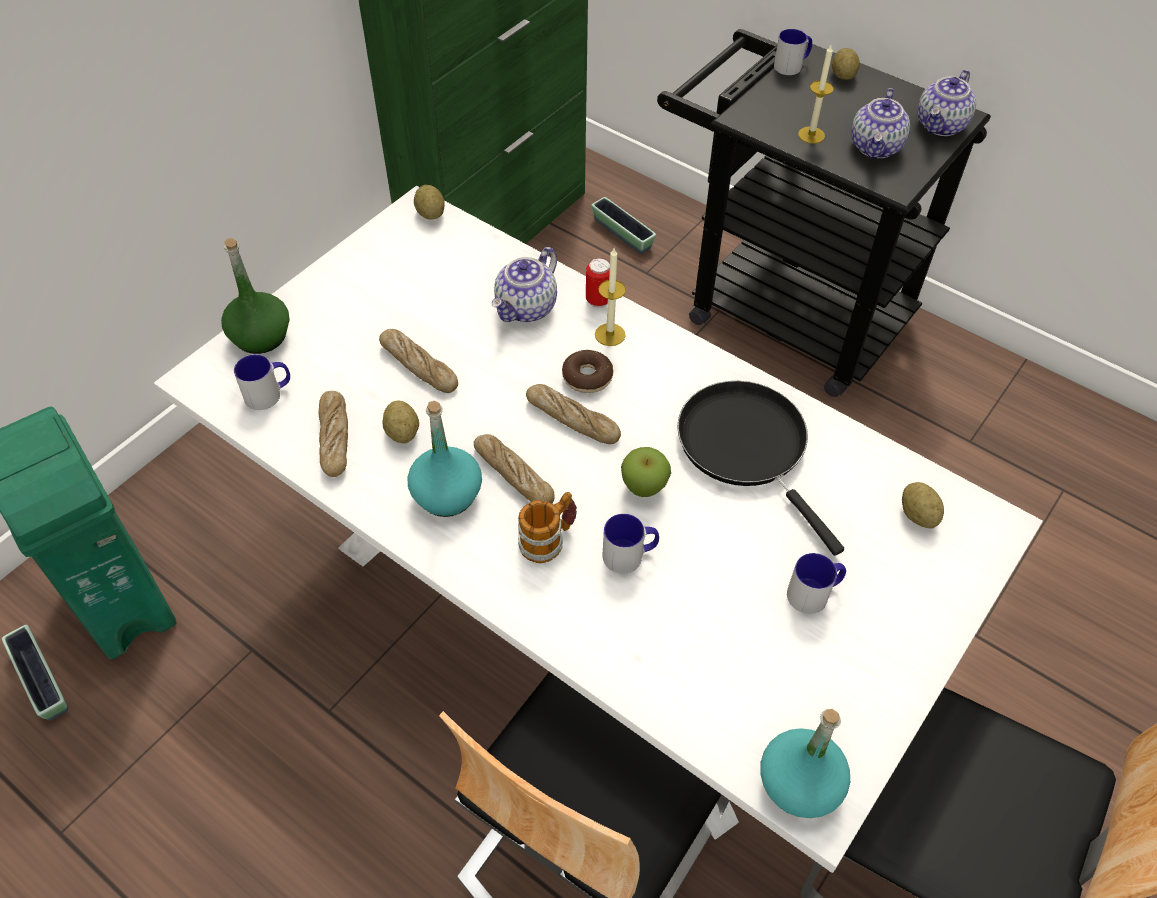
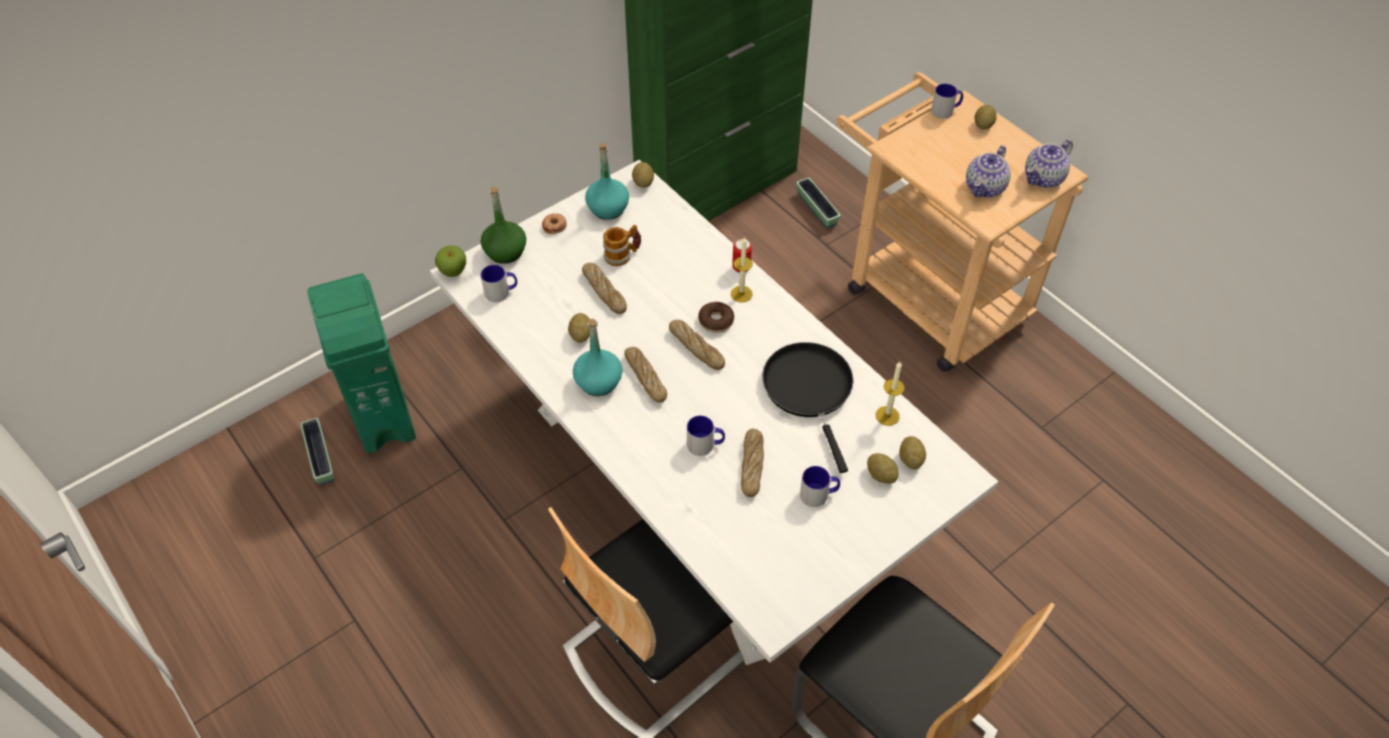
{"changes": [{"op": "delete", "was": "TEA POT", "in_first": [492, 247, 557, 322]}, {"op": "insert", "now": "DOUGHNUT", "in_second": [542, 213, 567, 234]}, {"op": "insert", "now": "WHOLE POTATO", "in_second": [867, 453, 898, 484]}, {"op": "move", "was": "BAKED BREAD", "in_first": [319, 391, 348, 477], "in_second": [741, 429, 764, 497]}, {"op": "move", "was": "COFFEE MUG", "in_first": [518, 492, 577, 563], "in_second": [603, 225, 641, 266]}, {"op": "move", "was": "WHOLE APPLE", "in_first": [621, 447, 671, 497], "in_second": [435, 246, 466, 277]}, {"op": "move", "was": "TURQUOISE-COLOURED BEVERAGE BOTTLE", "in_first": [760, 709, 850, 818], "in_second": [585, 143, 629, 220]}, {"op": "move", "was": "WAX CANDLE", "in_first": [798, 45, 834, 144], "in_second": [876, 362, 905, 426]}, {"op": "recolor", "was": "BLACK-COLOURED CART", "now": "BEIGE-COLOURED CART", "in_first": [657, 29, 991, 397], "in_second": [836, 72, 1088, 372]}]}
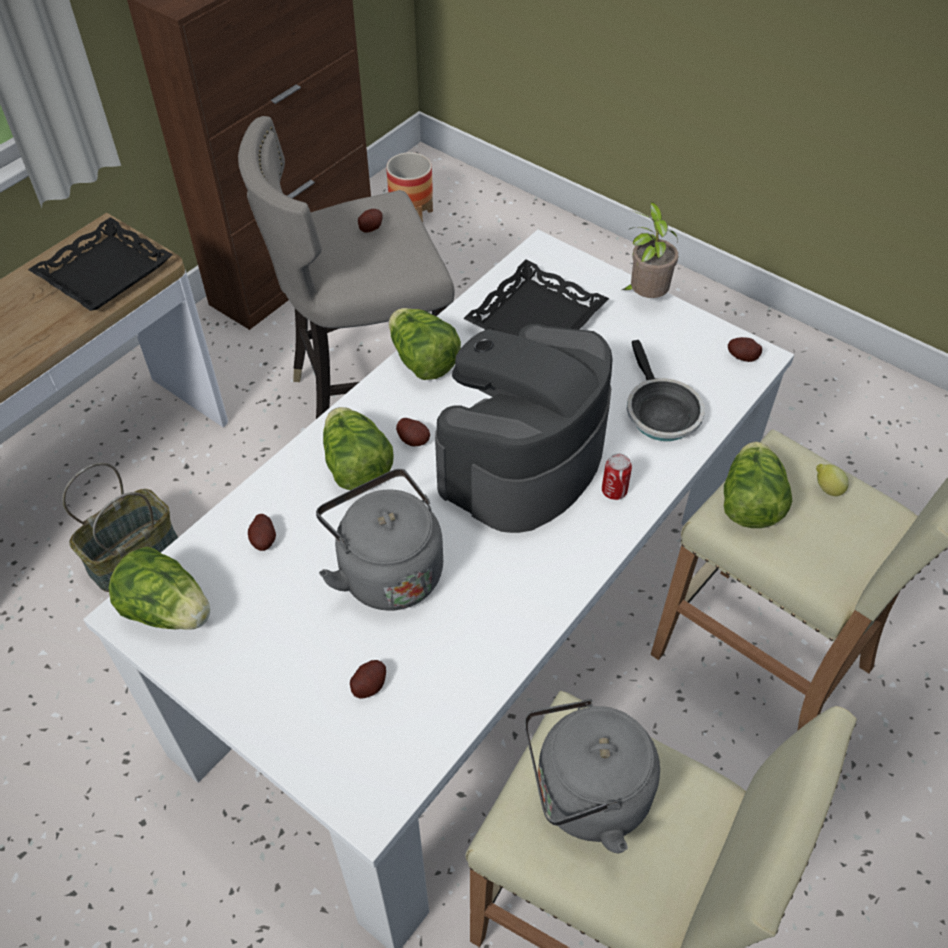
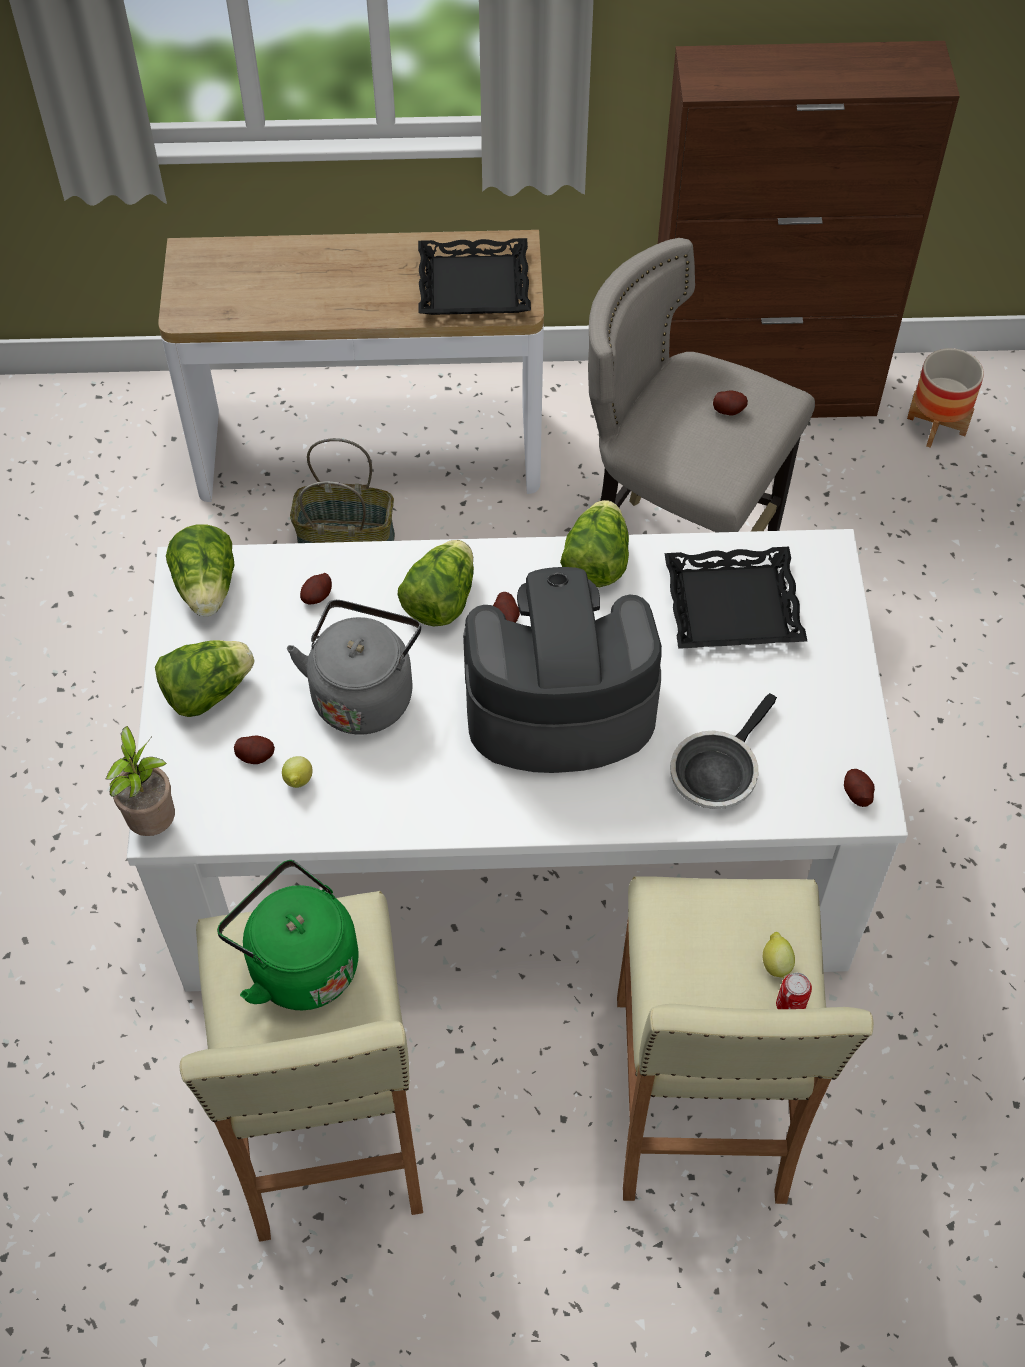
{"changes": [{"op": "insert", "now": "LEMON", "in_second": [282, 756, 313, 788]}, {"op": "move", "was": "METAL CAN", "in_first": [602, 453, 632, 500], "in_second": [776, 972, 812, 1009]}, {"op": "move", "was": "POTTED PLANT", "in_first": [622, 202, 678, 298], "in_second": [106, 726, 175, 836]}, {"op": "move", "was": "LETTUCE HEAD", "in_first": [724, 442, 792, 528], "in_second": [155, 640, 254, 717]}, {"op": "recolor", "was": "GREY WATER KETTLE", "now": "GREENISH WATER KETTLE", "in_first": [524, 699, 660, 853], "in_second": [217, 860, 359, 1010]}]}
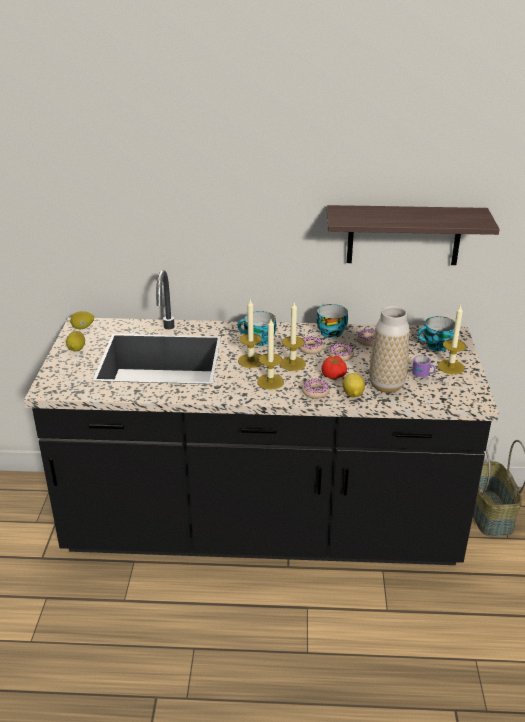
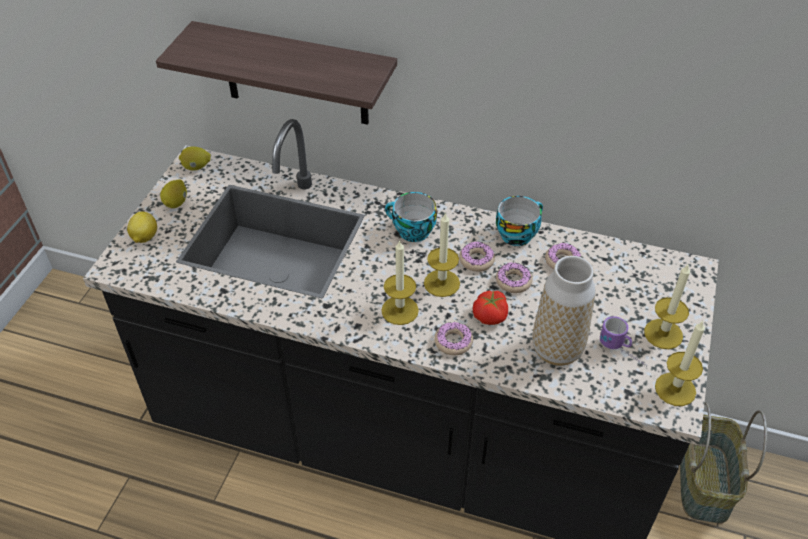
{"changes": [{"op": "delete", "was": "SMALL CUP", "in_first": [417, 316, 455, 351]}, {"op": "move", "was": "WAX CANDLE", "in_first": [238, 299, 262, 368], "in_second": [655, 321, 705, 406]}, {"op": "move", "was": "SHELF", "in_first": [327, 205, 500, 265], "in_second": [156, 21, 397, 125]}, {"op": "move", "was": "LEMON", "in_first": [343, 373, 365, 398], "in_second": [127, 211, 157, 243]}]}
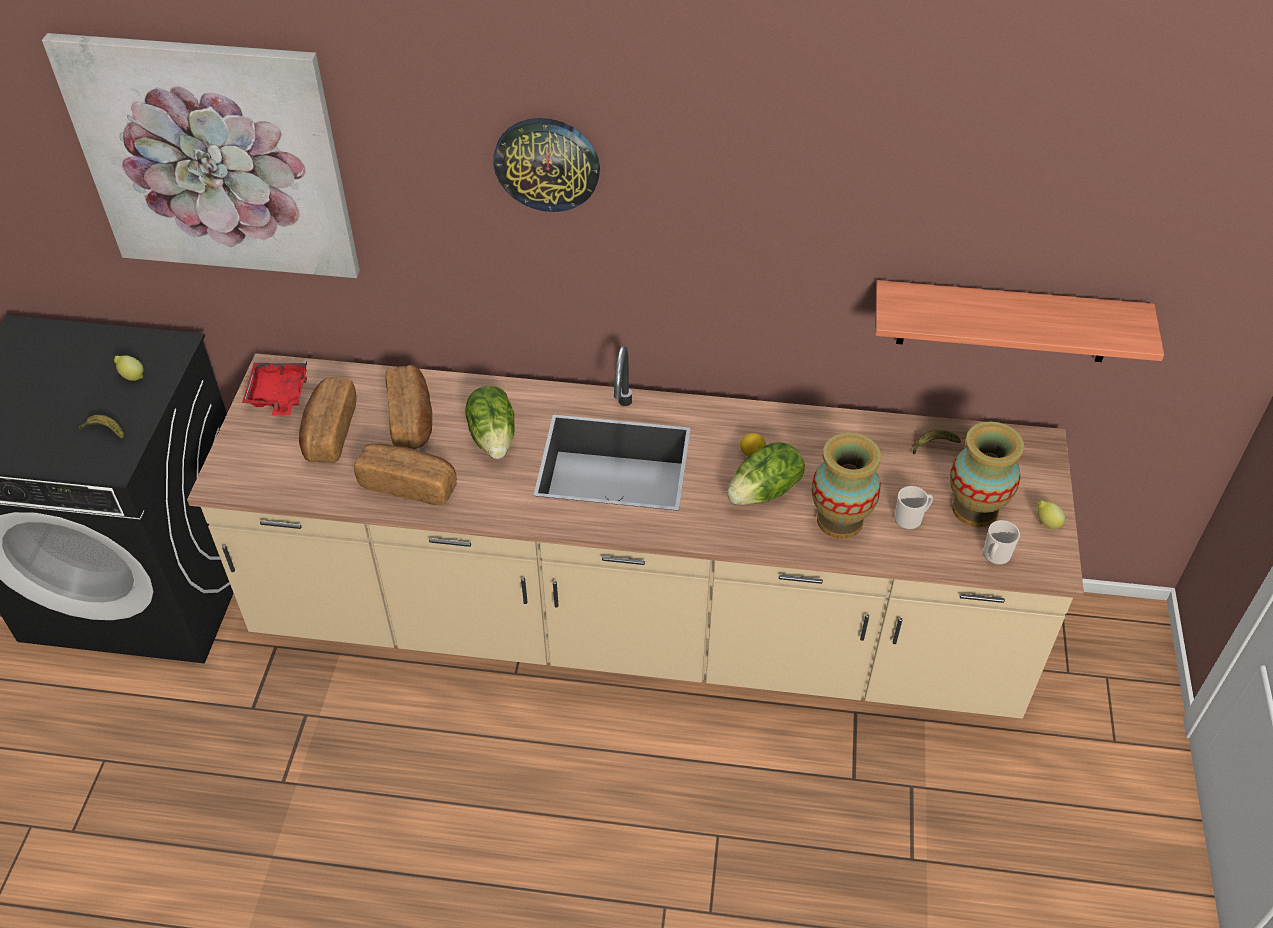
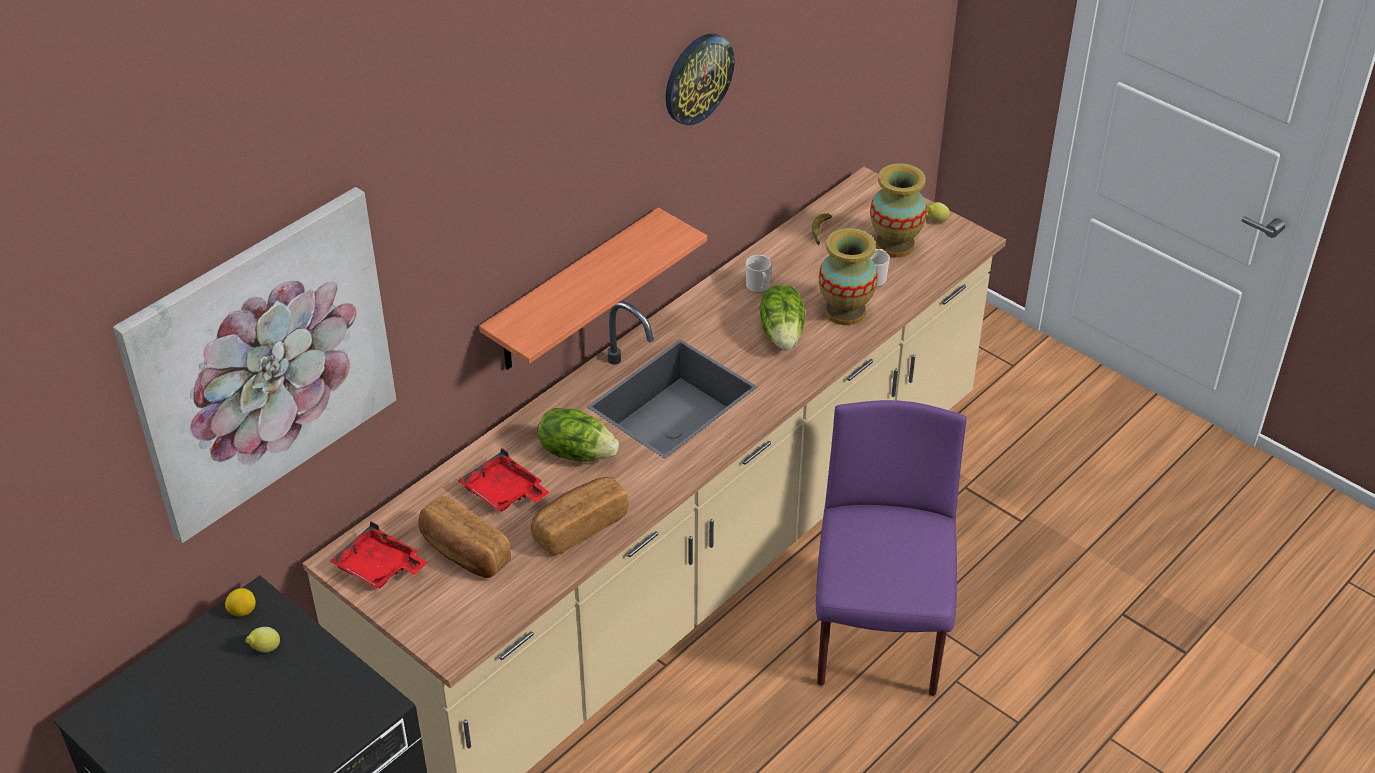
{"changes": [{"op": "delete", "was": "BANANA", "in_first": [78, 415, 124, 439]}, {"op": "insert", "now": "PURPLE-COLOURED CHAIR", "in_second": [816, 400, 967, 696]}, {"op": "move", "was": "HANGING CLOCK", "in_first": [493, 118, 600, 212], "in_second": [666, 34, 735, 125]}, {"op": "move", "was": "LEMON", "in_first": [740, 433, 766, 457], "in_second": [225, 588, 256, 616]}, {"op": "move", "was": "SHELF", "in_first": [875, 280, 1164, 362], "in_second": [479, 208, 707, 370]}, {"op": "move", "was": "COFFEE MUG", "in_first": [983, 520, 1020, 565], "in_second": [746, 255, 772, 293]}, {"op": "replace", "was": "BAKED BREAD", "now": "RED TRAY", "in_first": [385, 365, 432, 449], "in_second": [458, 448, 550, 511]}]}
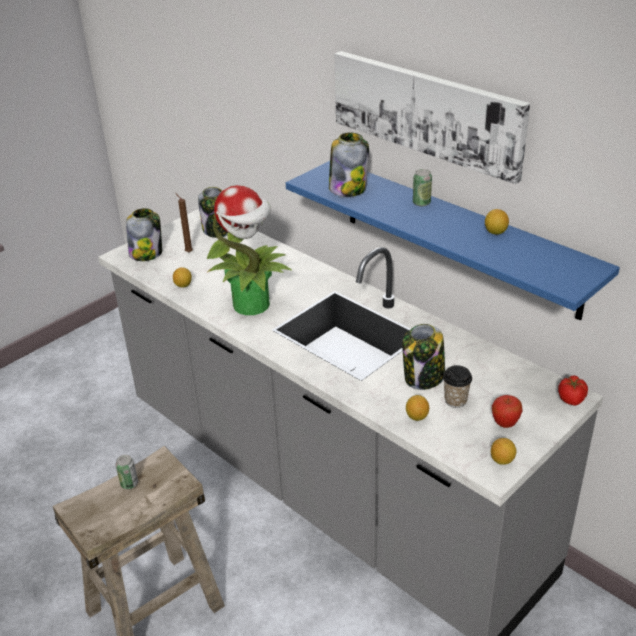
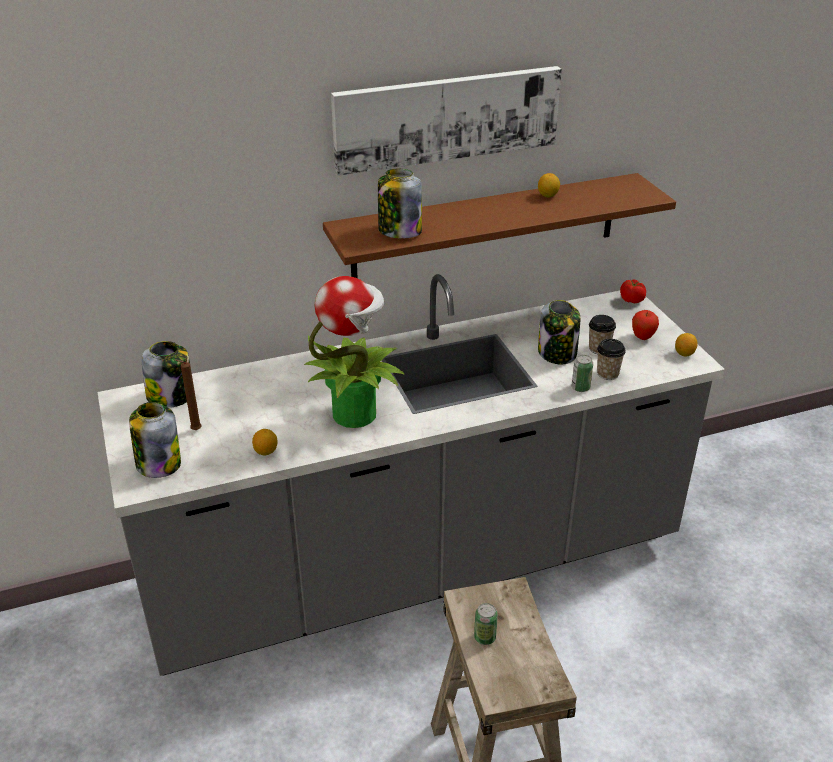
{"changes": [{"op": "move", "was": "METAL CAN", "in_first": [413, 169, 432, 206], "in_second": [572, 355, 593, 392]}, {"op": "replace", "was": "LEMON", "now": "SMALL CUP", "in_first": [406, 395, 429, 421], "in_second": [597, 339, 626, 380]}, {"op": "recolor", "was": "BLUISH SHELF", "now": "BROWN-COLOURED SHELF", "in_first": [286, 161, 620, 321], "in_second": [323, 173, 676, 278]}]}
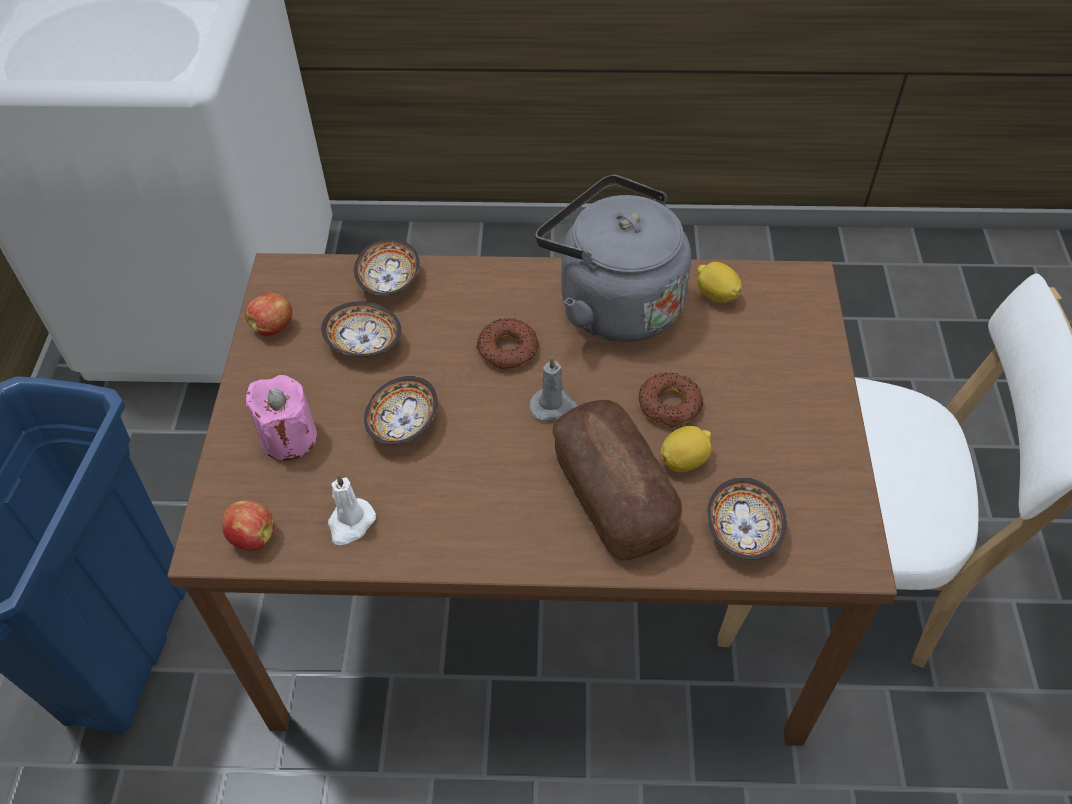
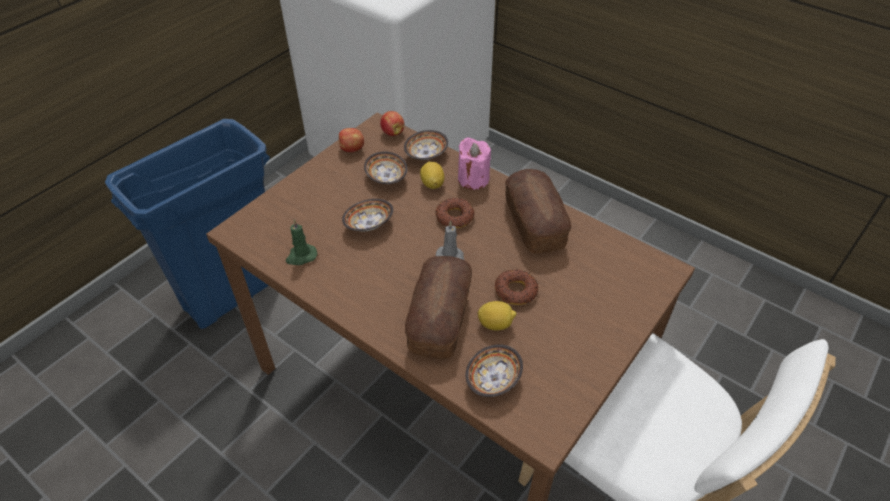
{"changes": [{"op": "move", "was": "WHOLE APPLE", "in_first": [222, 501, 274, 551], "in_second": [380, 111, 404, 136]}, {"op": "move", "was": "PINKISH WAX CANDLE", "in_first": [246, 375, 317, 460], "in_second": [458, 137, 491, 190]}, {"op": "move", "was": "LEMON", "in_first": [697, 262, 742, 303], "in_second": [420, 162, 444, 189]}, {"op": "replace", "was": "GREY WATER KETTLE", "now": "BAKED BREAD", "in_first": [536, 175, 691, 342], "in_second": [505, 169, 571, 254]}, {"op": "recolor", "was": "WHITISH WAX CANDLE", "now": "GREENISH WAX CANDLE", "in_first": [328, 474, 376, 545], "in_second": [286, 219, 317, 265]}]}
